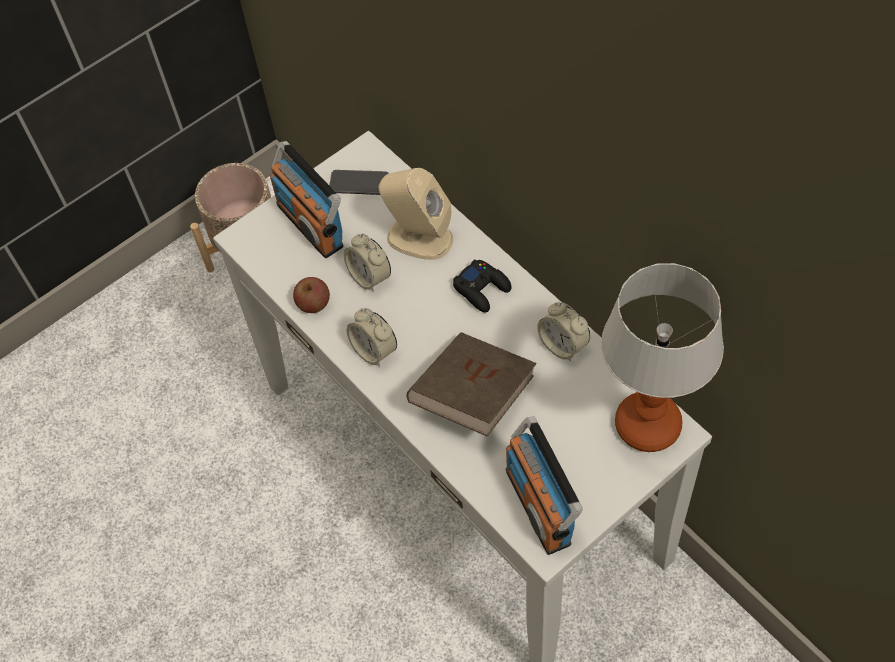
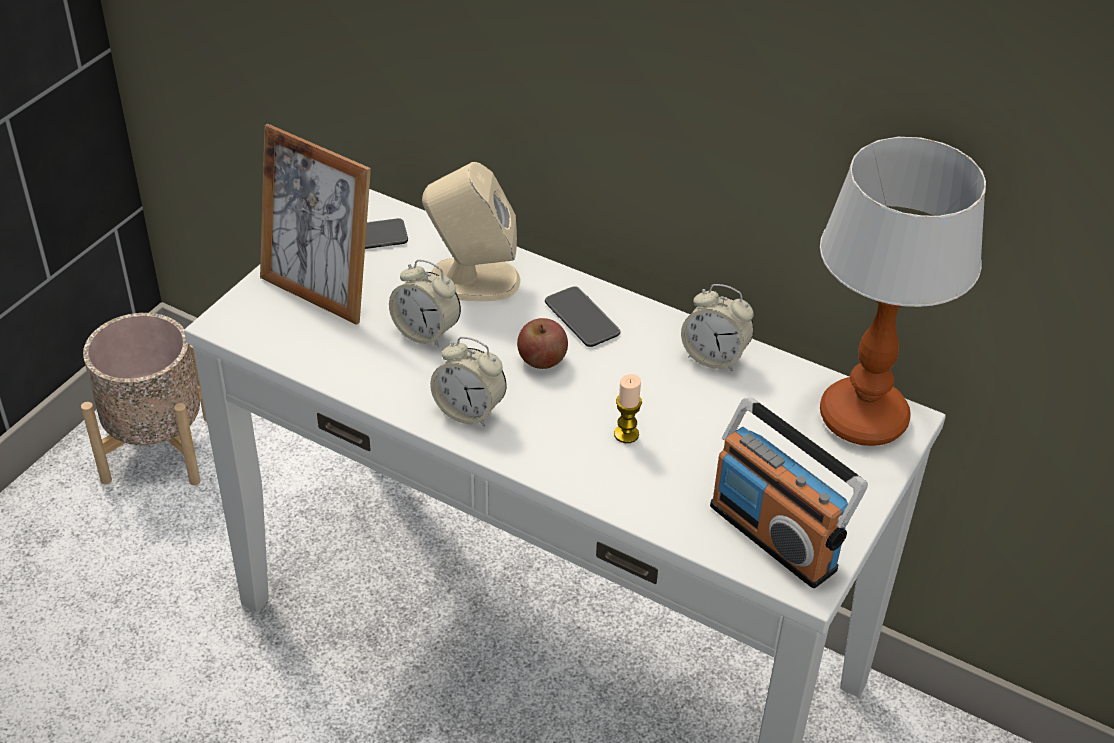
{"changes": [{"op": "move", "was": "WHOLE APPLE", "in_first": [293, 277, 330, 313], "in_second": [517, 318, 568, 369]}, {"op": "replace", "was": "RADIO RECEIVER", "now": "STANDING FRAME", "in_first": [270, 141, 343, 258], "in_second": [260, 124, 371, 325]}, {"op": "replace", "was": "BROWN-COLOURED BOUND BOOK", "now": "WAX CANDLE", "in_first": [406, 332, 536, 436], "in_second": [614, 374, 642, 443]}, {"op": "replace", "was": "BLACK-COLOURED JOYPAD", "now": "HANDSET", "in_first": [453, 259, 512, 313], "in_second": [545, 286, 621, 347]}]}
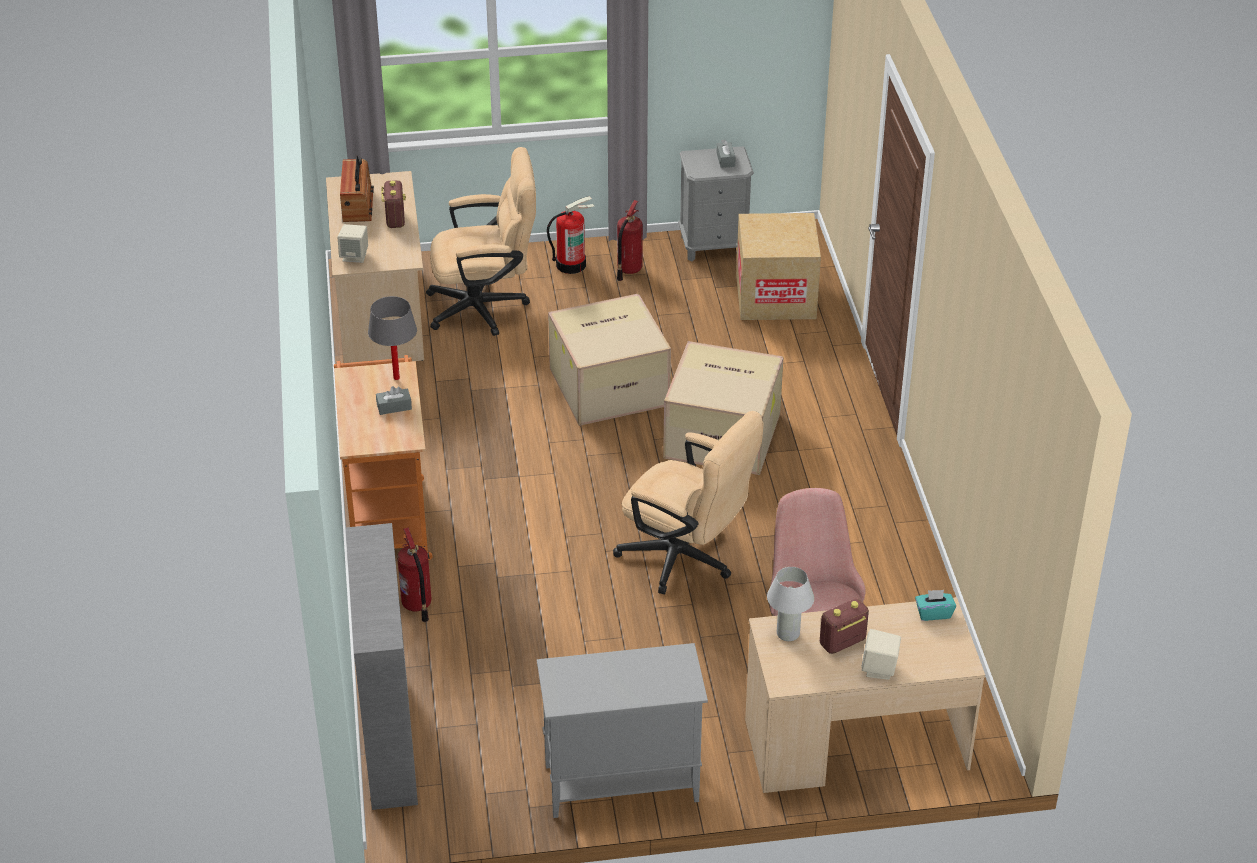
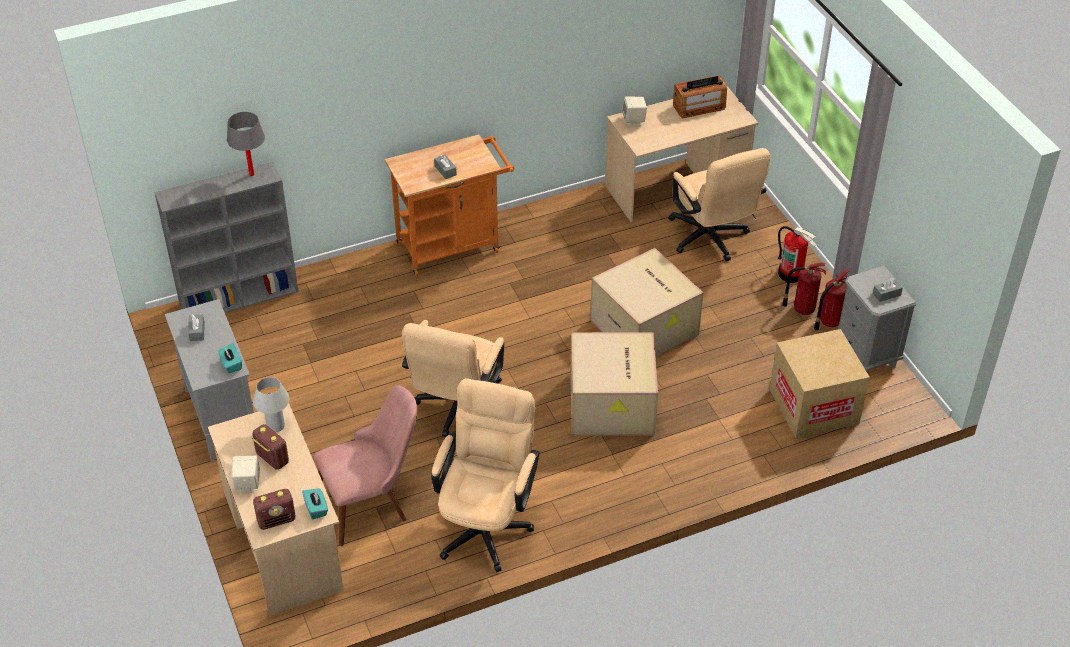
{"changes": [{"op": "insert", "now": "GREY TISSUE HOLDER", "in_second": [188, 314, 205, 341]}, {"op": "insert", "now": "TURQUOISE-COLOURED TISSUE HOLDER", "in_second": [218, 343, 242, 373]}, {"op": "insert", "now": "BEIGE-COLOURED COMPUTER CHAIR", "in_second": [431, 378, 540, 572]}, {"op": "move", "was": "GREY LAMP FOR A TABLE", "in_first": [368, 296, 417, 380], "in_second": [227, 112, 265, 176]}, {"op": "move", "was": "RADIO RECEIVER", "in_first": [381, 180, 406, 228], "in_second": [253, 489, 296, 530]}, {"op": "move", "was": "EXTINGUISHER", "in_first": [397, 528, 431, 622], "in_second": [814, 269, 850, 331]}]}
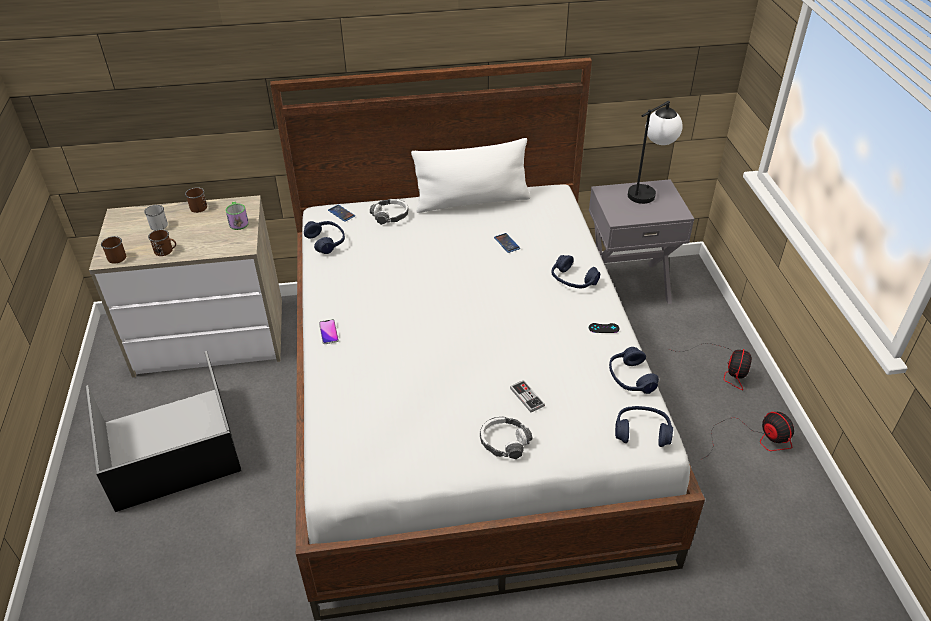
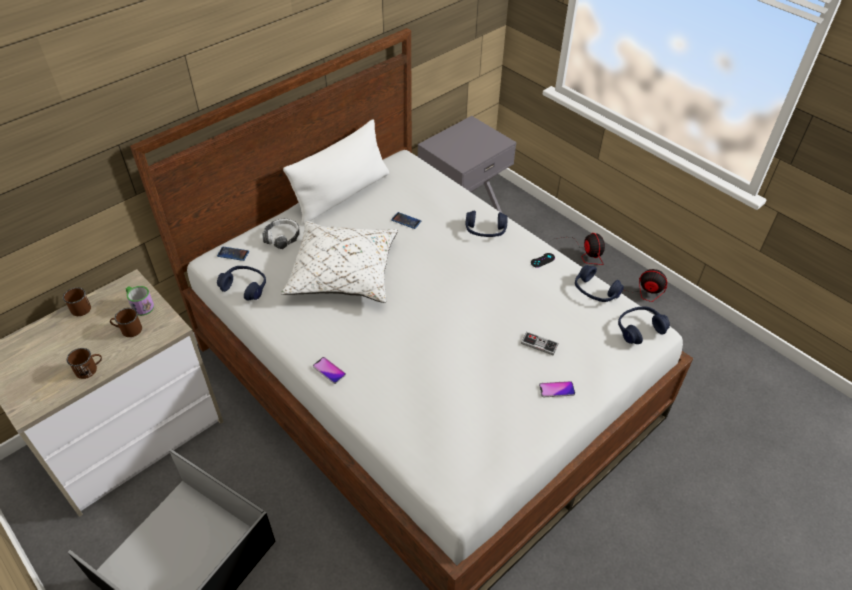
{"changes": [{"op": "delete", "was": "WHITISH COFFEE MUG", "in_first": [144, 205, 168, 230]}, {"op": "delete", "was": "LAMP FOR A TABLE", "in_first": [628, 101, 683, 204]}, {"op": "insert", "now": "WHITISH THROW PILLOW", "in_second": [281, 221, 398, 303]}, {"op": "move", "was": "BROWN-COLOURED COFFEE MUG", "in_first": [101, 236, 126, 264], "in_second": [110, 308, 142, 337]}, {"op": "replace", "was": "HEADPHONES", "now": "HANDSET", "in_first": [480, 416, 533, 459], "in_second": [539, 381, 575, 397]}]}
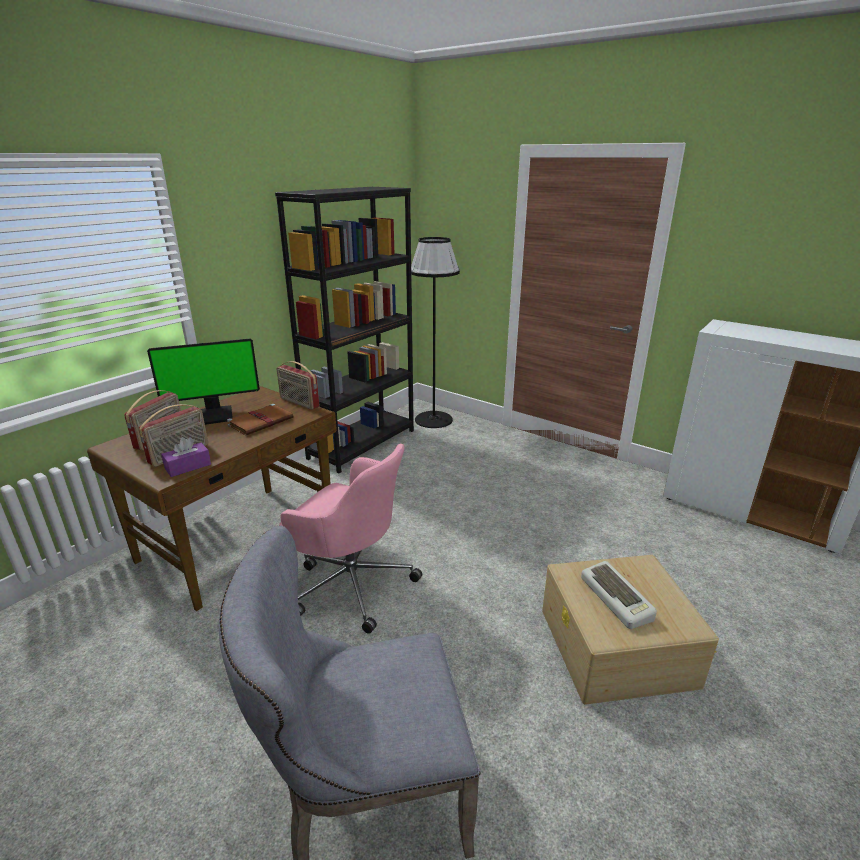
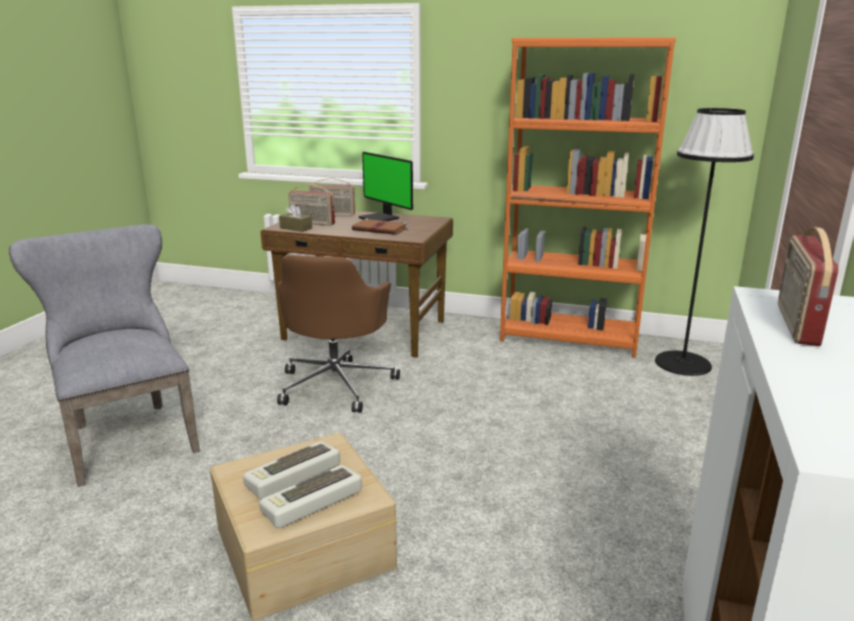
{"changes": [{"op": "insert", "now": "PC KEYBOARD", "in_second": [259, 465, 362, 528]}, {"op": "move", "was": "RADIO RECEIVER", "in_first": [277, 361, 320, 410], "in_second": [778, 227, 839, 346]}, {"op": "recolor", "was": "PURPLE-COLOURED TISSUE HOLDER", "now": "BROWN-COLOURED TISSUE HOLDER", "in_first": [161, 437, 211, 477], "in_second": [279, 204, 312, 232]}, {"op": "recolor", "was": "BLACK-COLOURED SHELVING UNIT", "now": "ORANGE-COLOURED SHELVING UNIT", "in_first": [275, 187, 414, 473], "in_second": [500, 37, 676, 358]}, {"op": "recolor", "was": "PINKISH COMPUTER CHAIR", "now": "BROWN-COLOURED COMPUTER CHAIR", "in_first": [279, 444, 422, 634], "in_second": [277, 255, 400, 413]}]}
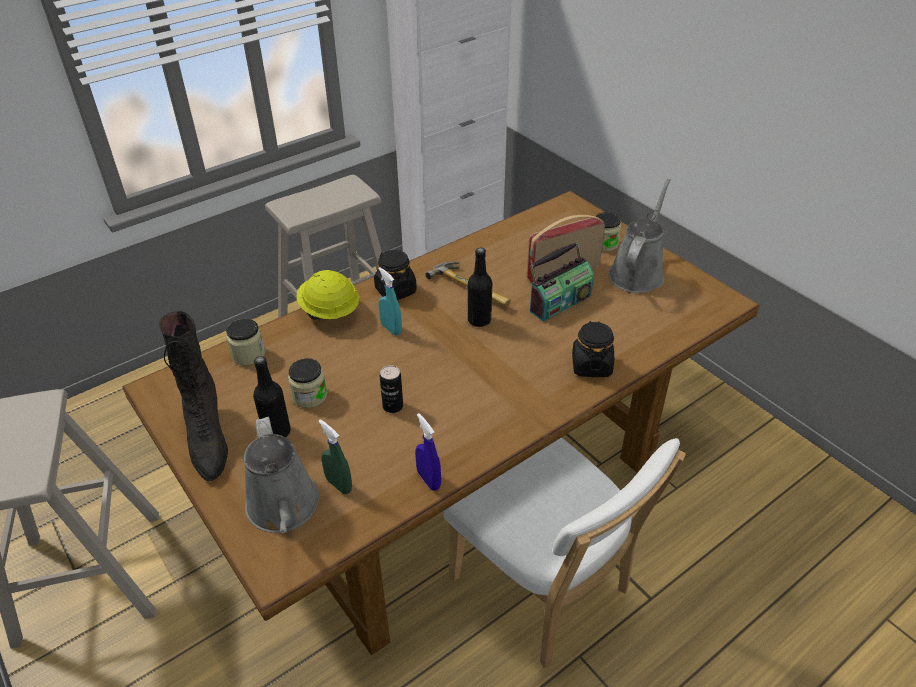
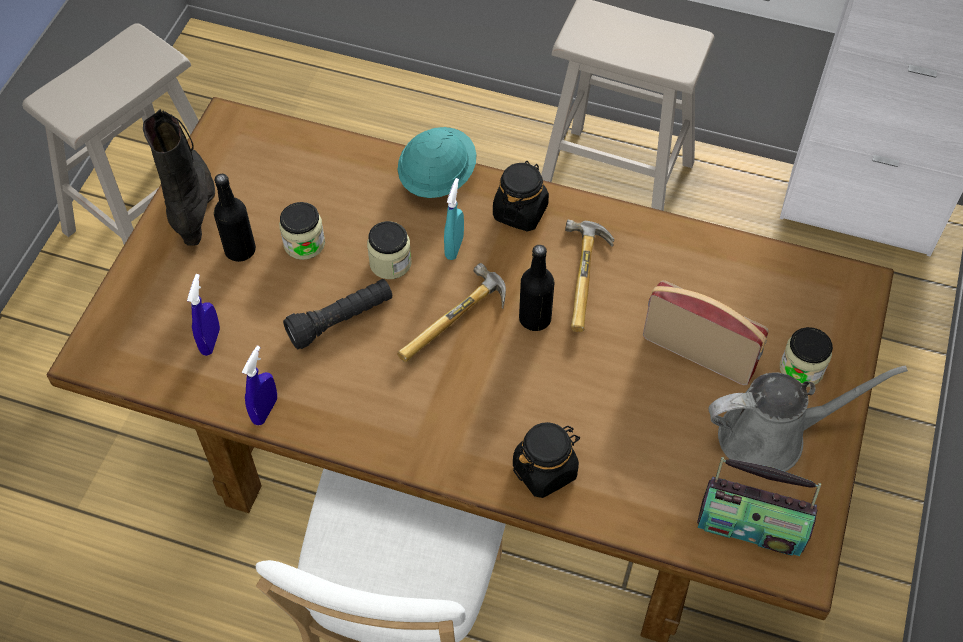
{"changes": [{"op": "delete", "was": "GREY WATERING CAN", "in_first": [244, 417, 319, 534]}, {"op": "insert", "now": "HAMMER", "in_second": [397, 263, 506, 362]}, {"op": "move", "was": "PRESERVE JAR", "in_first": [226, 319, 265, 365], "in_second": [367, 221, 411, 279]}, {"op": "move", "was": "RADIO RECEIVER", "in_first": [530, 242, 594, 322], "in_second": [697, 457, 821, 556]}, {"op": "replace", "was": "METAL CAN", "now": "BLACK-COLOURED TORCH", "in_first": [380, 365, 403, 413], "in_second": [283, 279, 392, 349]}, {"op": "recolor", "was": "YELLOW-COLOURED WORK HELMET", "now": "TURQUOISE-COLOURED WORK HELMET", "in_first": [296, 270, 359, 320], "in_second": [398, 127, 476, 198]}, {"op": "recolor", "was": "GREENISH SPRAY BOTTLE", "now": "BLUISH SPRAY BOTTLE", "in_first": [318, 419, 352, 494], "in_second": [187, 274, 220, 356]}, {"op": "rotate", "was": "BLACK-COLOURED TALL BOOT", "in_first": [159, 311, 228, 482], "in_second": [143, 109, 215, 246], "clockwise": 135}]}
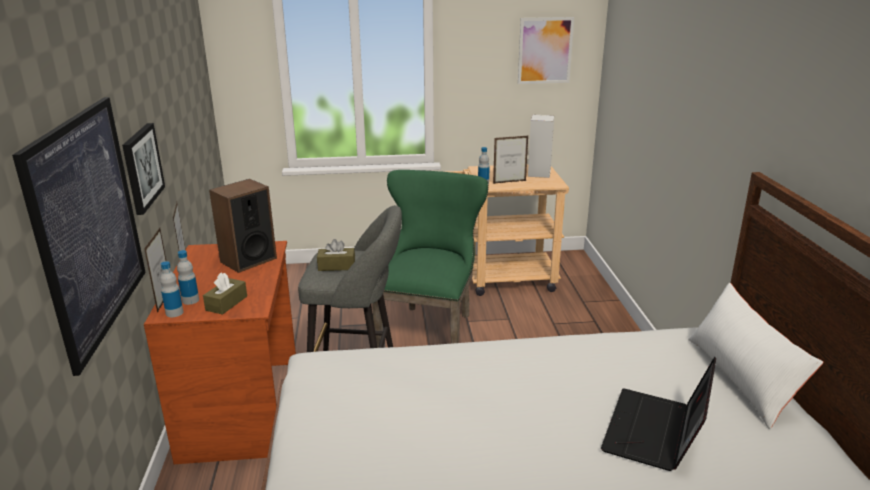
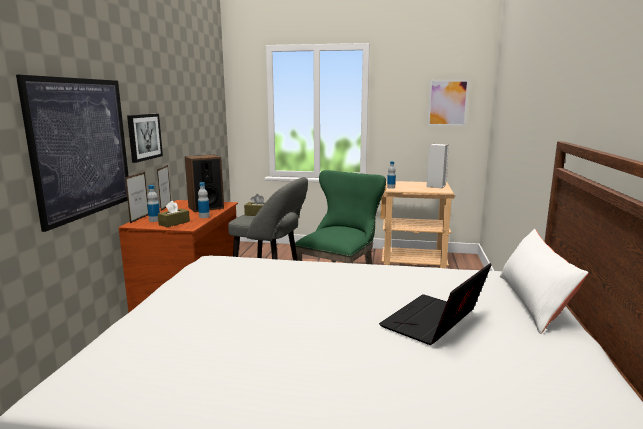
{"changes": [{"op": "delete", "was": "STANDING FRAME", "in_first": [493, 135, 529, 184]}, {"op": "move", "was": "BEVERAGE BOTTLE", "in_first": [160, 261, 184, 317], "in_second": [198, 182, 210, 218]}]}
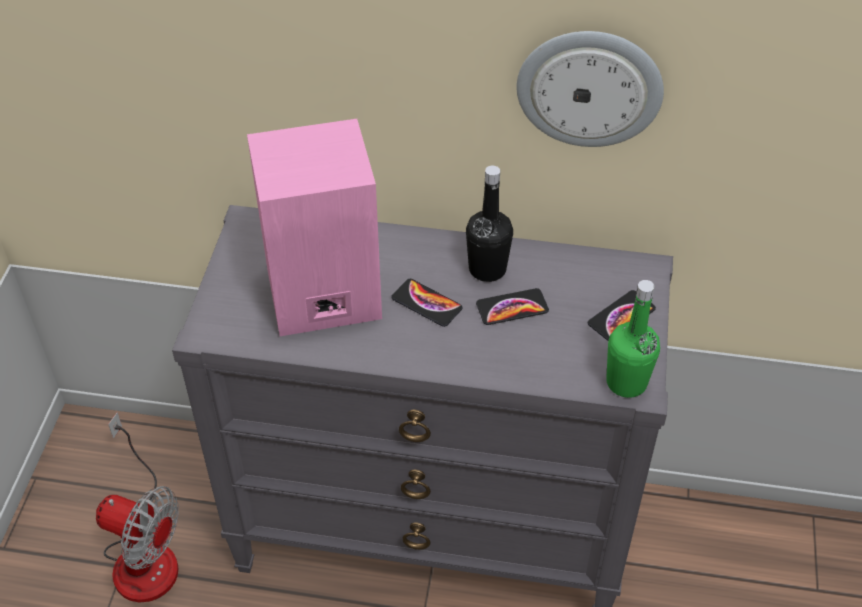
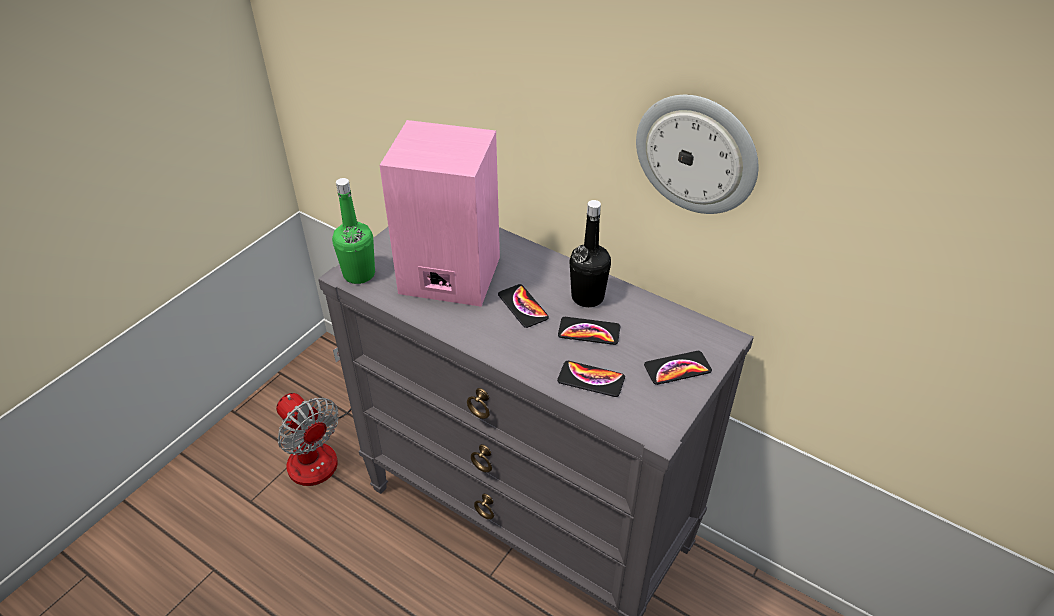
{"changes": [{"op": "insert", "now": "HANDSET", "in_second": [557, 361, 625, 397]}, {"op": "move", "was": "GREENISH BEVERAGE BOTTLE", "in_first": [606, 280, 660, 398], "in_second": [332, 178, 375, 284]}]}
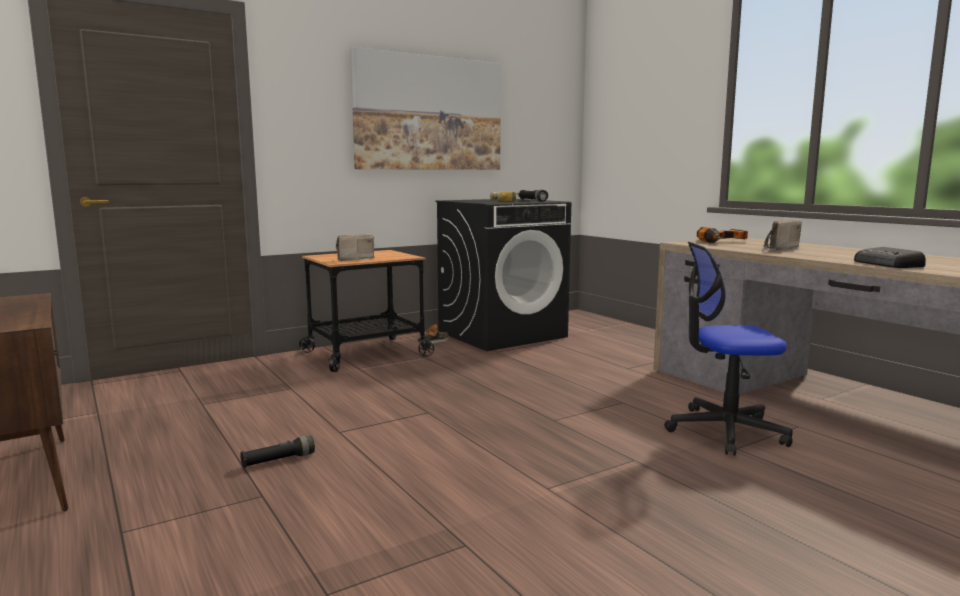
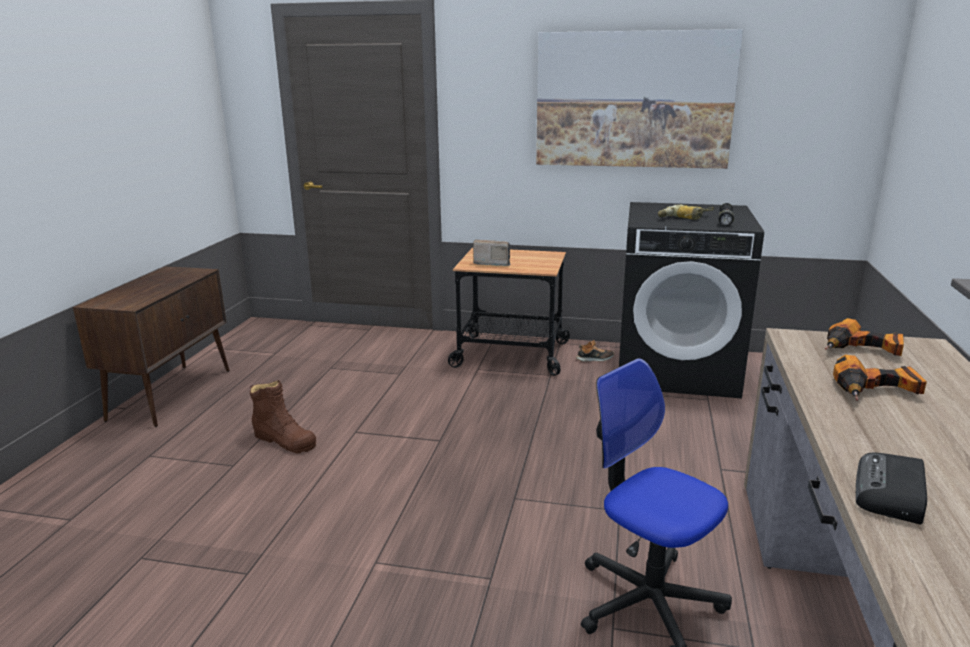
{"changes": [{"op": "replace", "was": "BLACK-COLOURED TORCH", "now": "BROWN-COLOURED TALL BOOT", "in_first": [240, 435, 315, 468], "in_second": [250, 380, 316, 453]}, {"op": "replace", "was": "RADIO RECEIVER", "now": "DRILL", "in_first": [764, 220, 802, 251], "in_second": [833, 355, 927, 401]}]}
